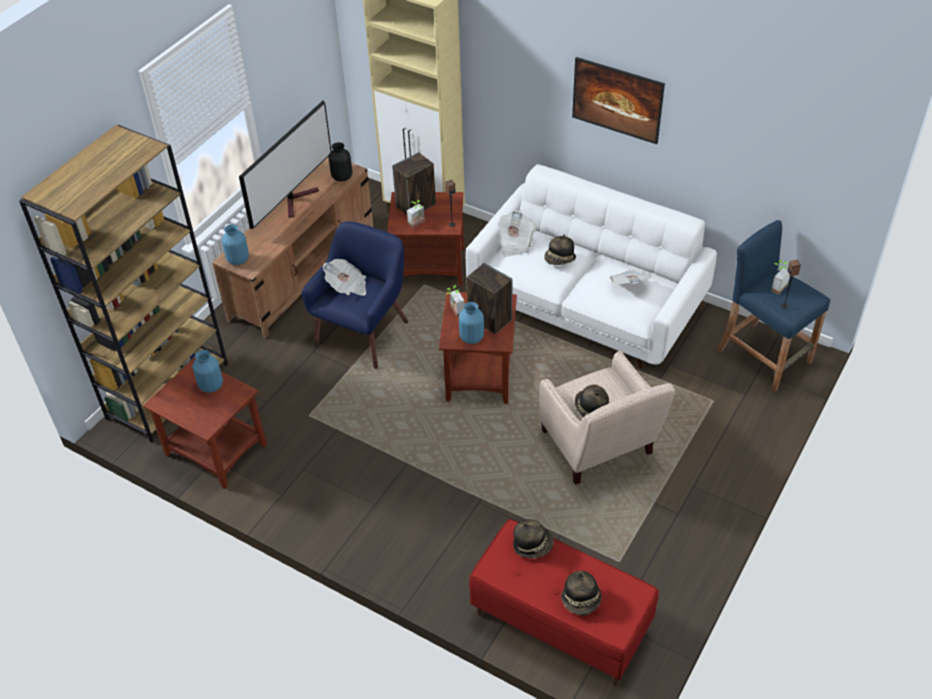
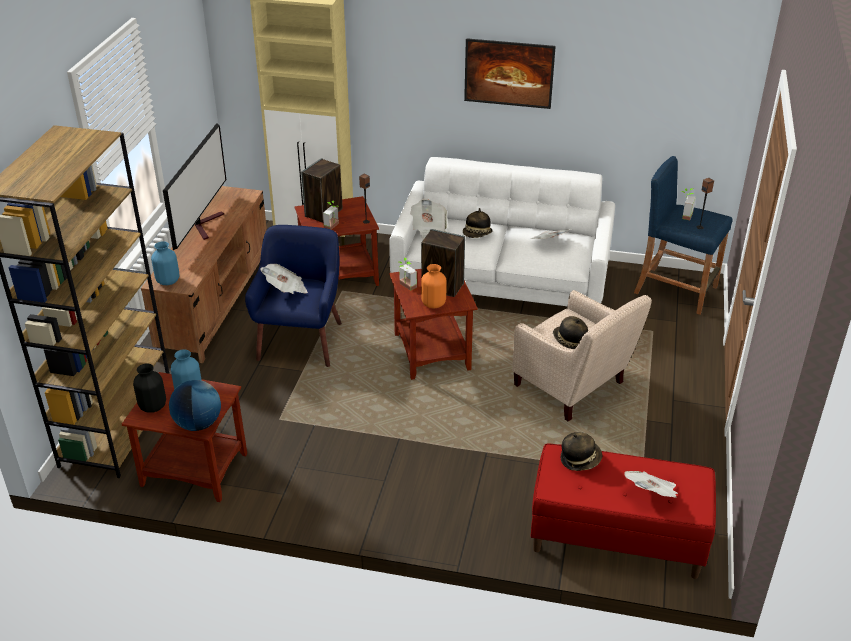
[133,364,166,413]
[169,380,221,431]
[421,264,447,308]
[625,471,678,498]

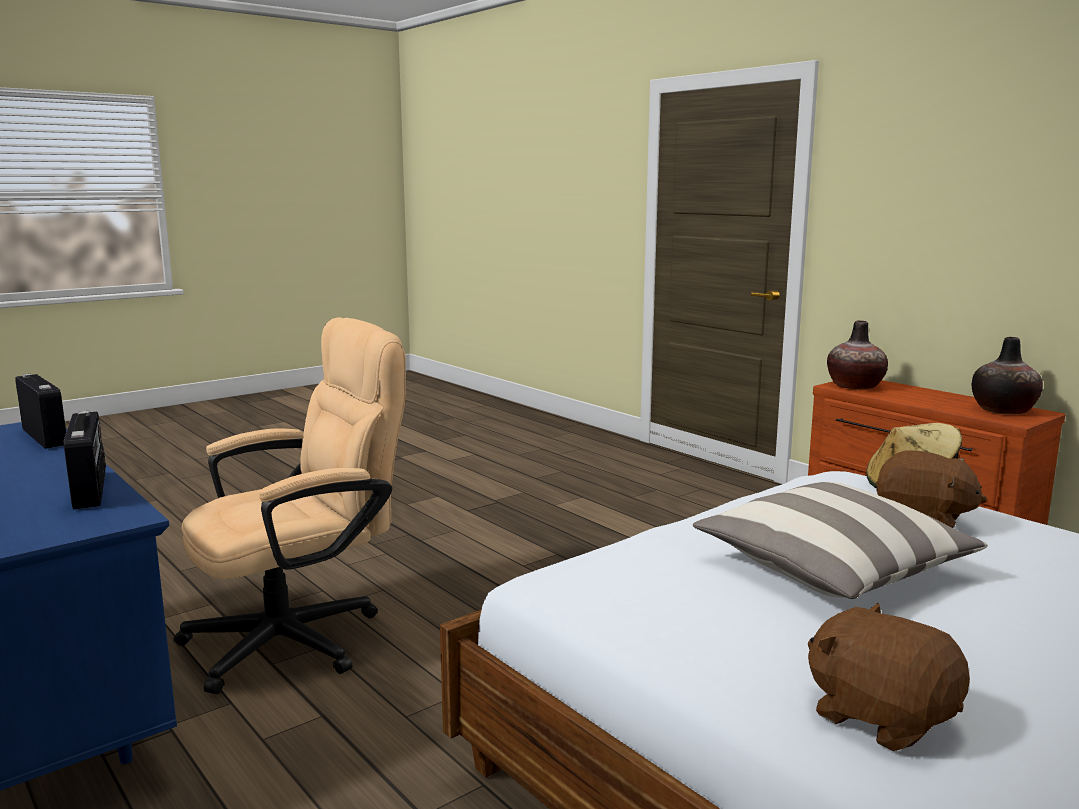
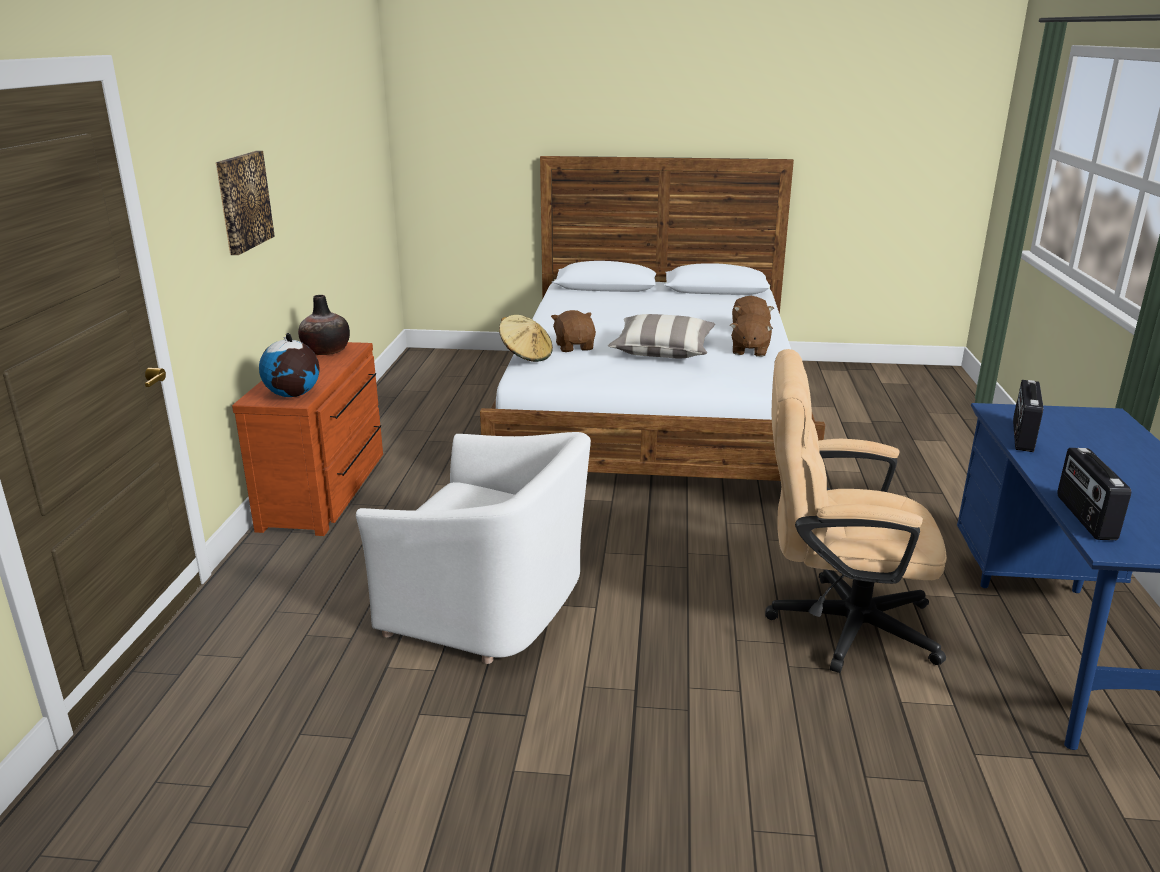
[216,151,275,255]
[259,333,320,397]
[356,432,591,664]
[730,313,773,357]

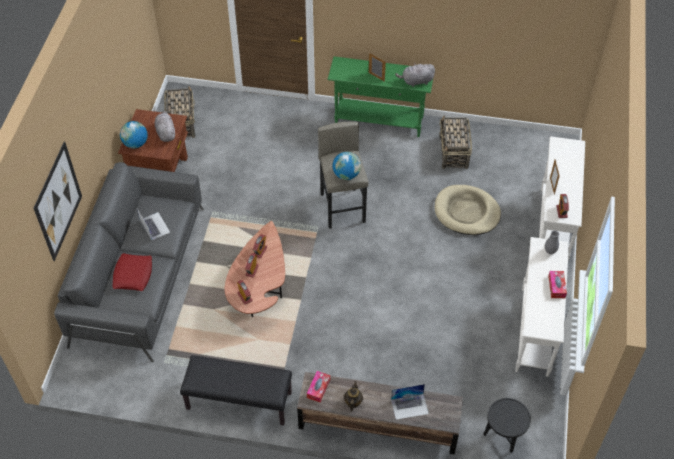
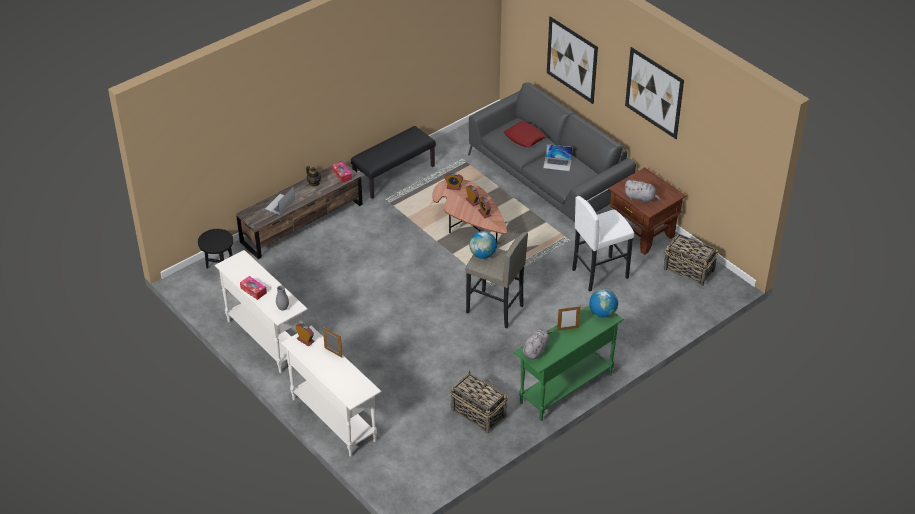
[572,196,634,292]
[589,289,618,318]
[625,47,684,139]
[434,185,501,235] (first image)

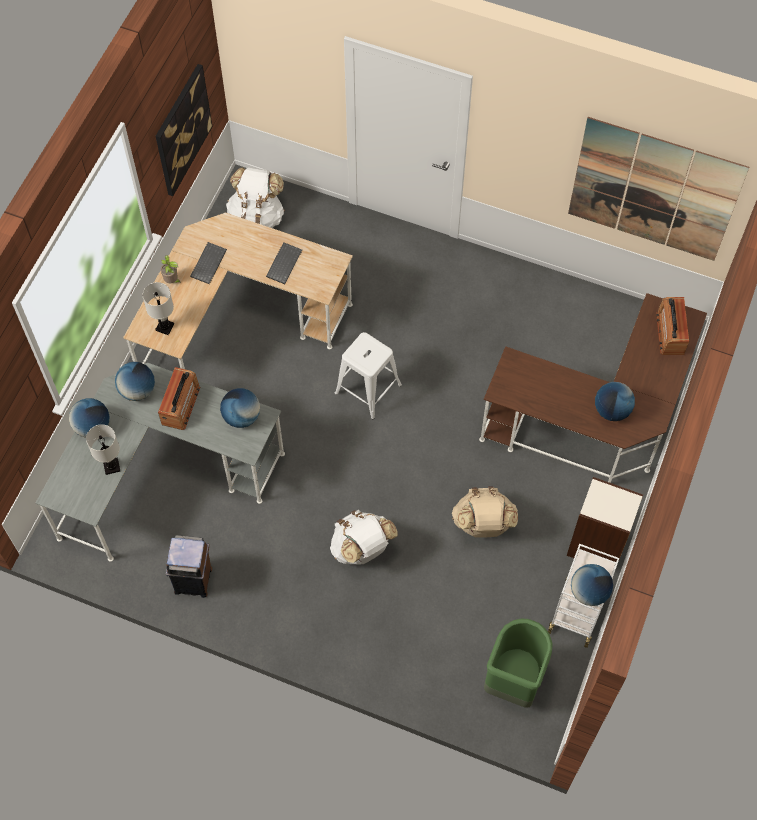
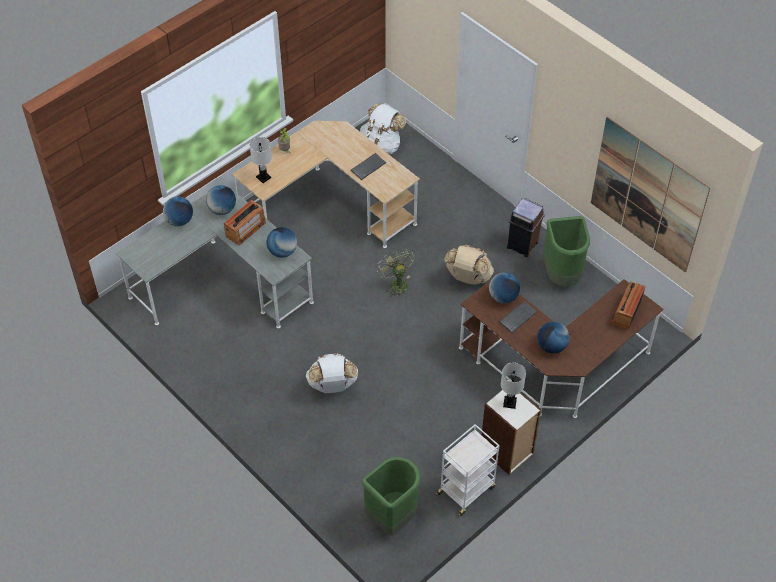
[377,249,415,297]
[444,244,494,285]
[489,272,520,304]
[499,301,537,333]
[501,363,526,409]
[507,198,545,257]
[543,216,590,287]
[156,64,212,196] (first image)

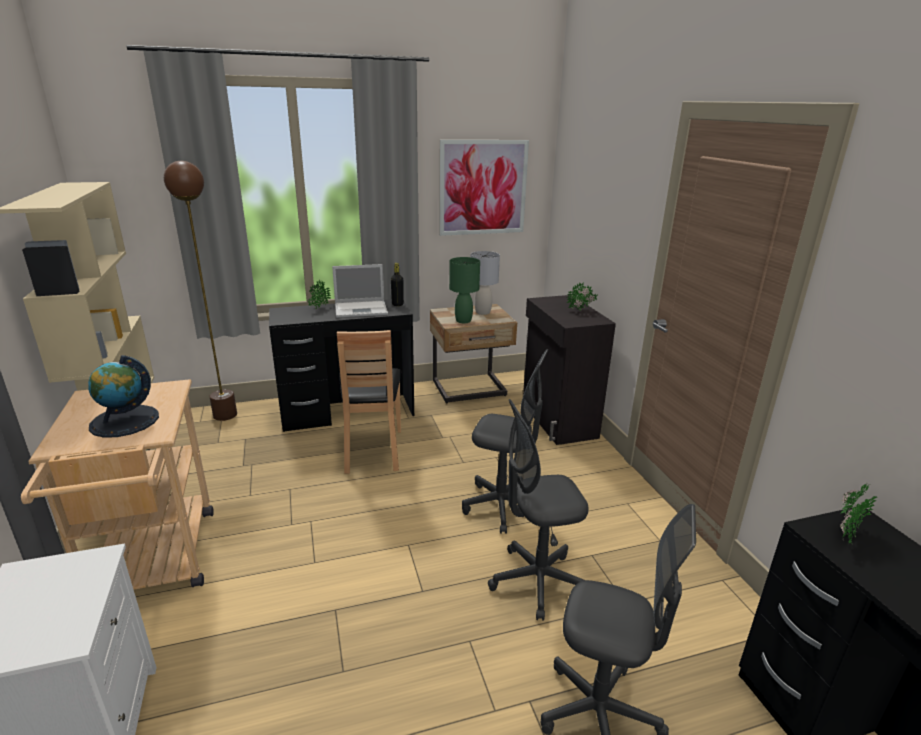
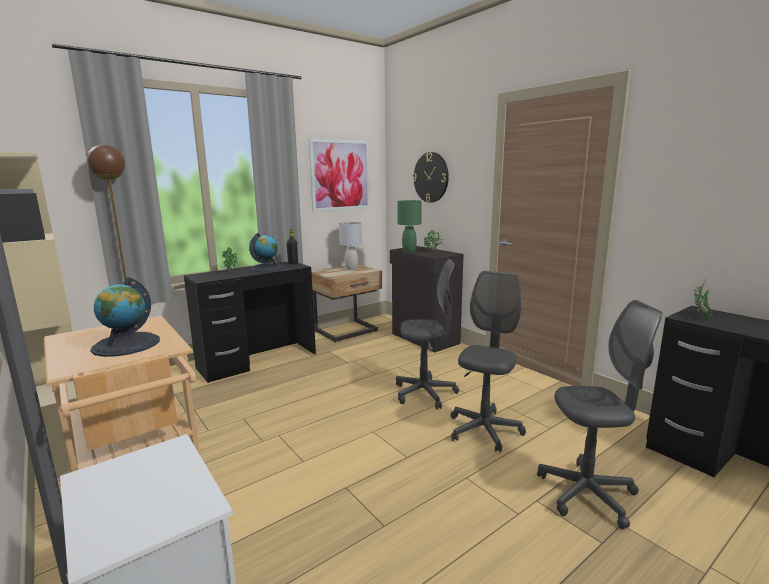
[249,233,284,272]
[397,200,422,252]
[413,152,449,203]
[451,271,526,453]
[337,330,401,474] (first image)

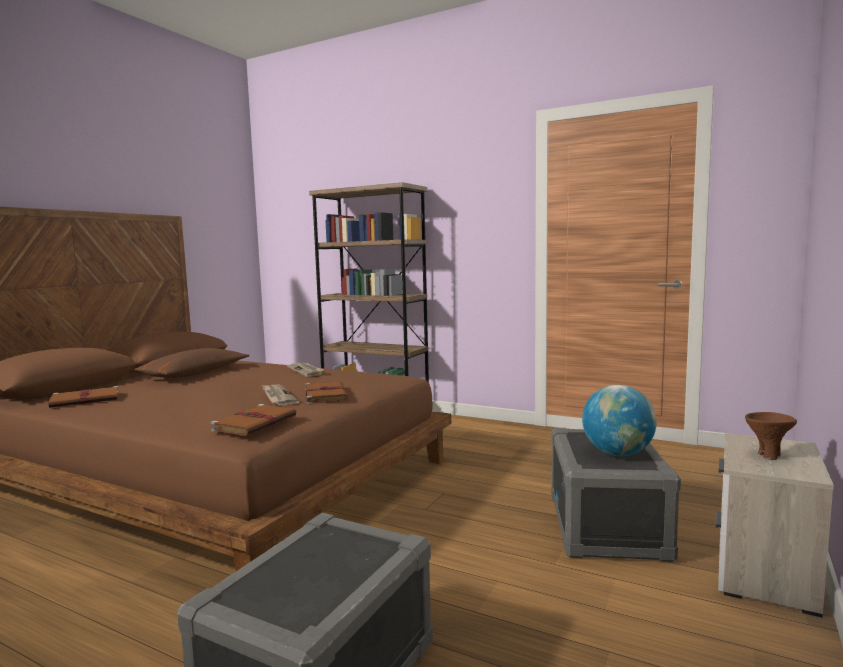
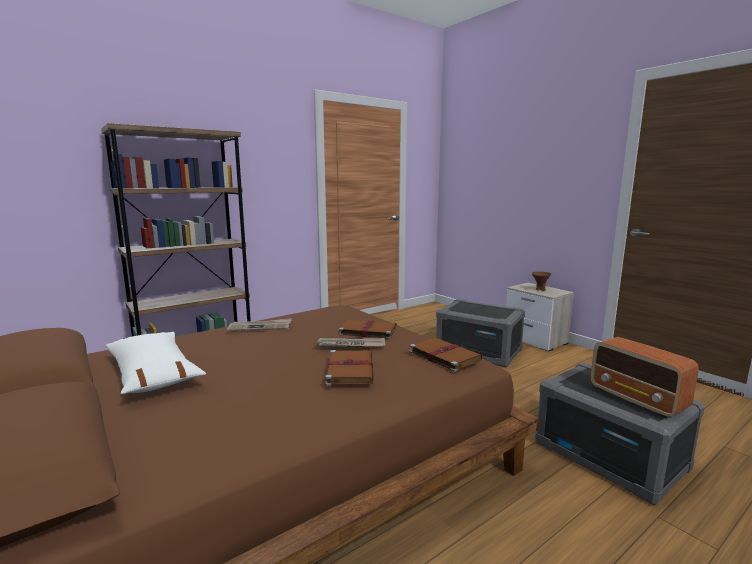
[105,332,206,394]
[325,350,373,386]
[591,337,699,418]
[582,385,657,456] (first image)

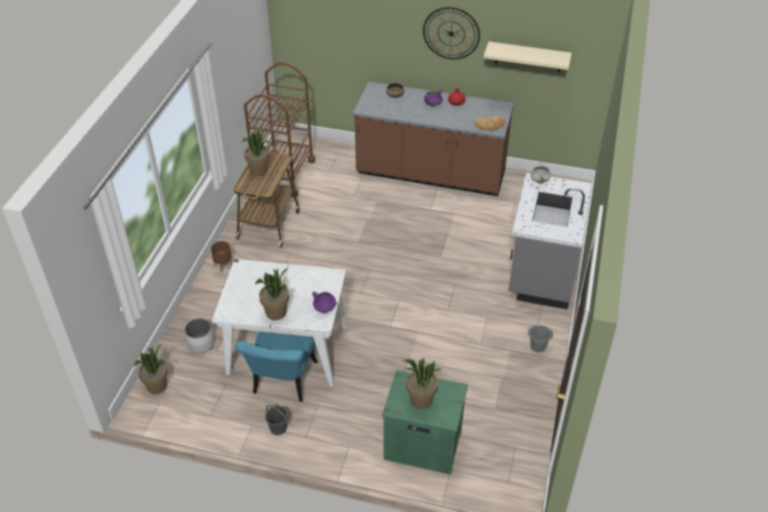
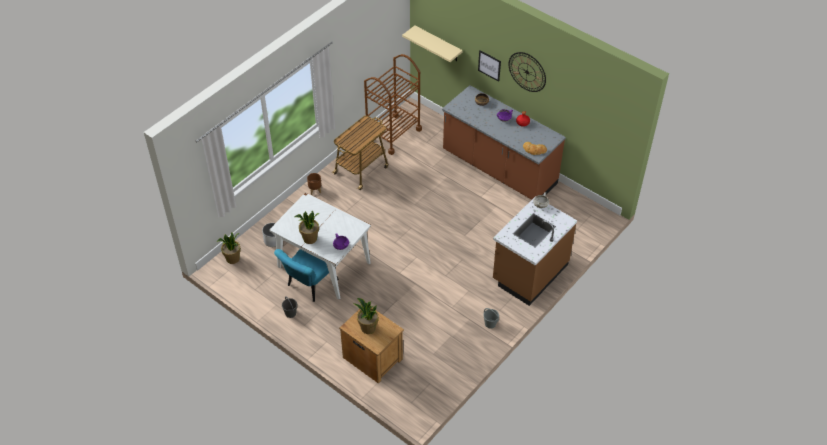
[339,308,404,383]
[402,25,463,62]
[478,50,501,82]
[493,196,577,306]
[242,128,269,176] (first image)

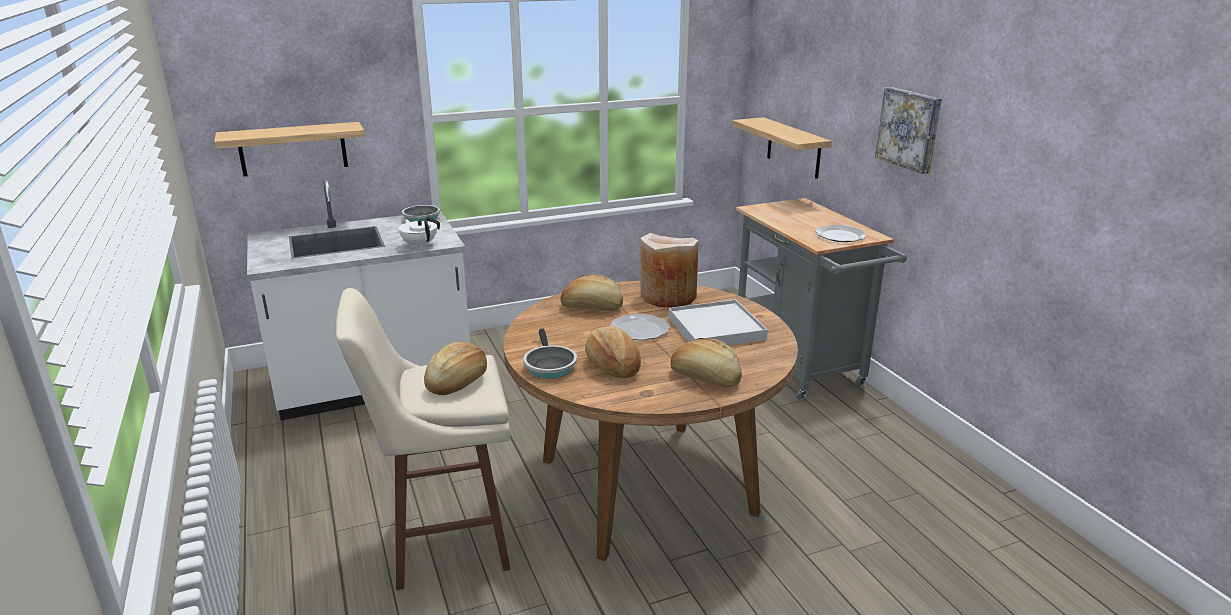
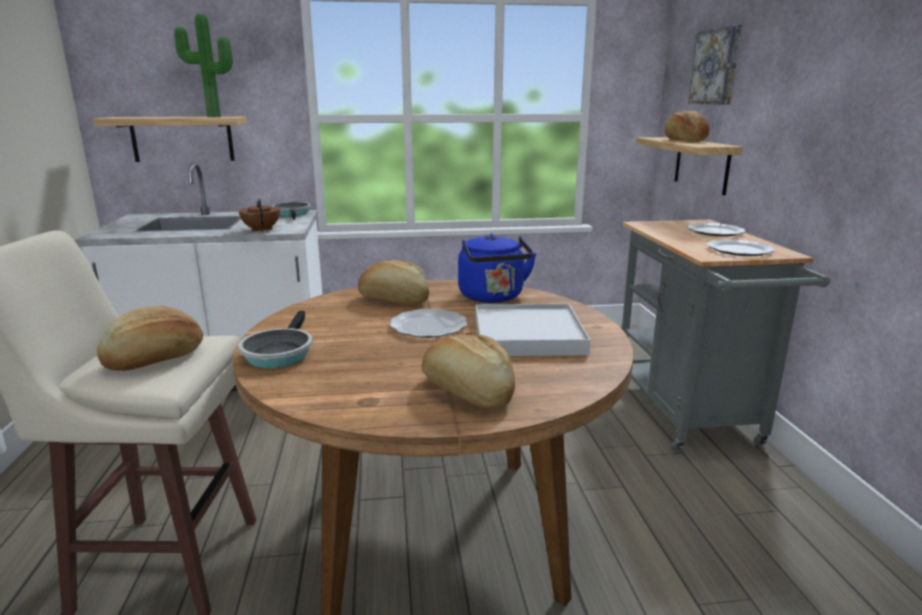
[174,14,233,117]
[239,199,280,232]
[458,233,536,303]
[664,111,709,142]
[688,25,742,104]
[688,223,746,237]

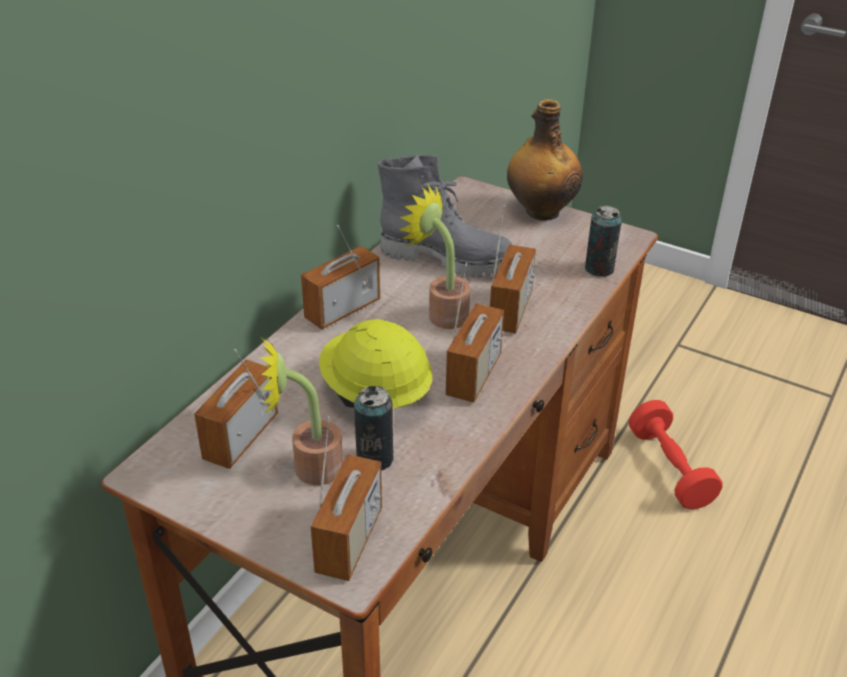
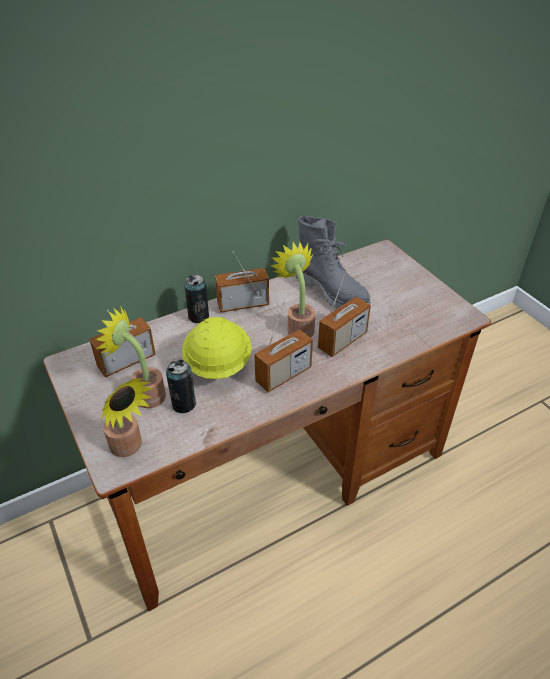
[101,378,154,457]
[184,274,209,323]
[507,99,583,220] (first image)
[629,400,723,509] (first image)

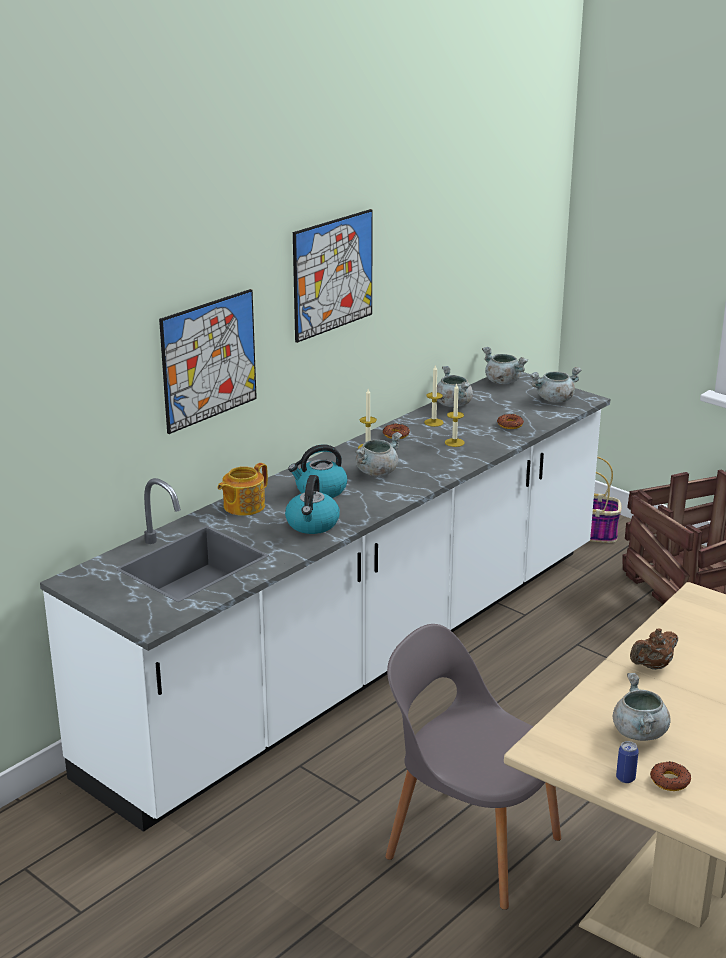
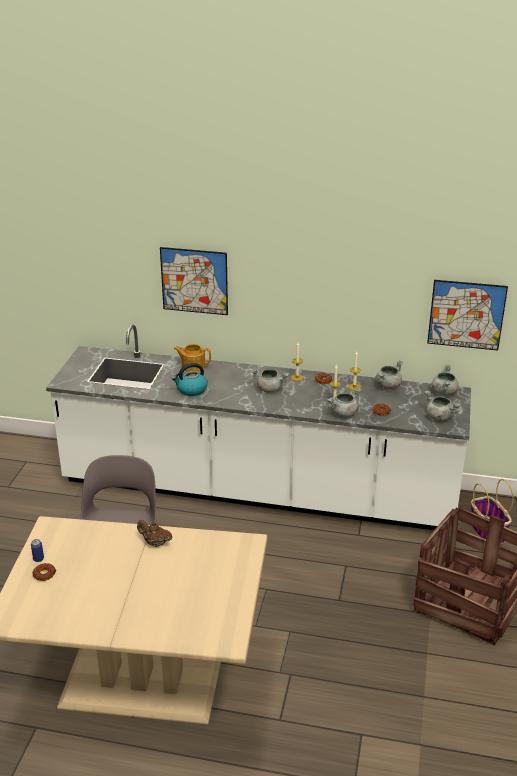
[327,388,361,417]
[427,280,508,350]
[288,444,348,498] (first image)

